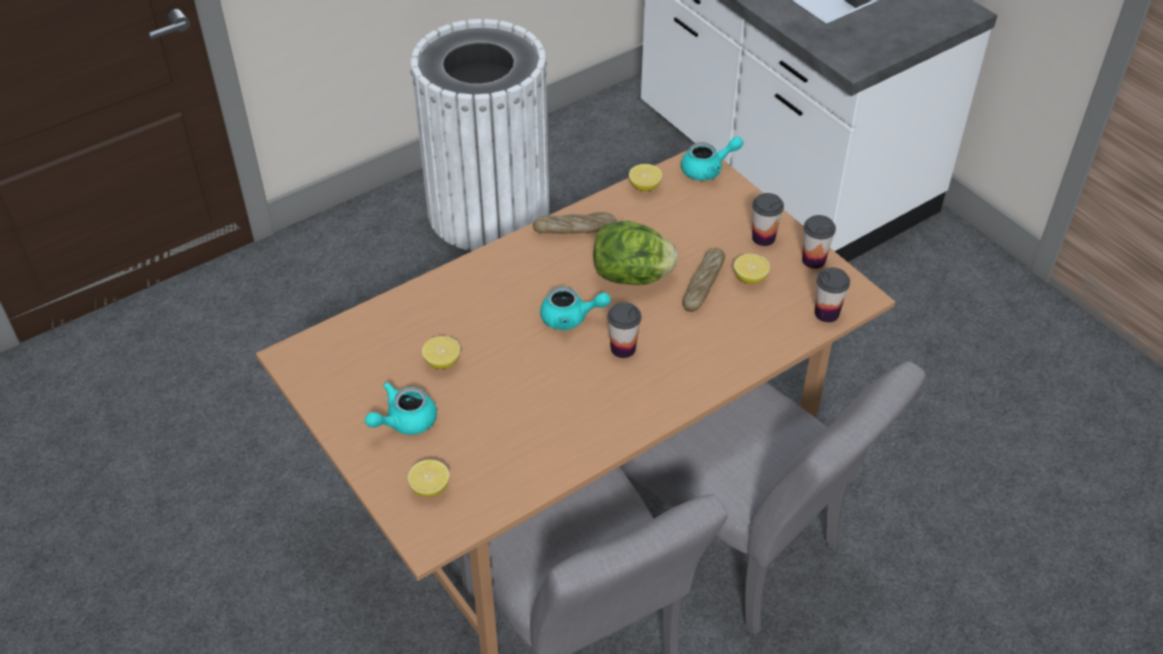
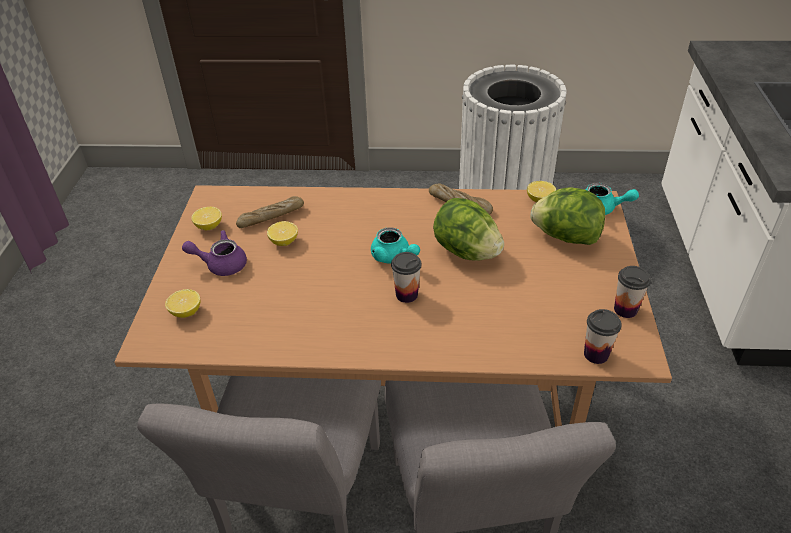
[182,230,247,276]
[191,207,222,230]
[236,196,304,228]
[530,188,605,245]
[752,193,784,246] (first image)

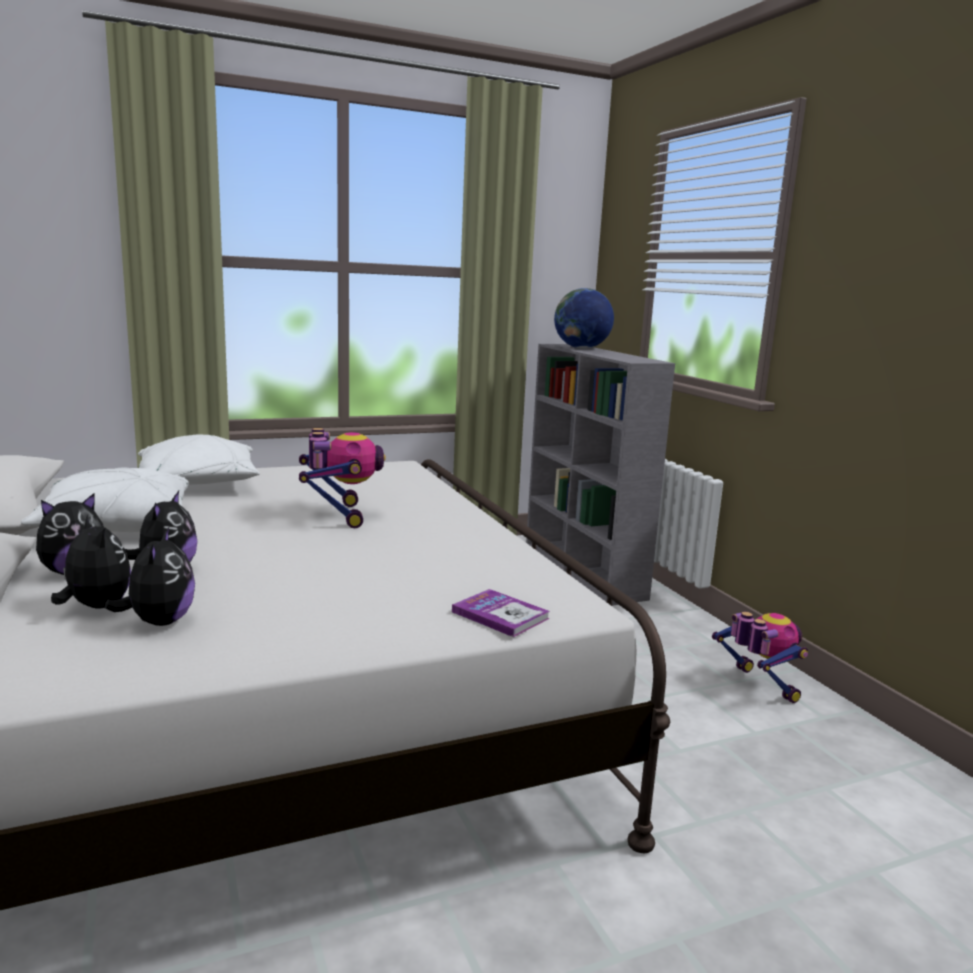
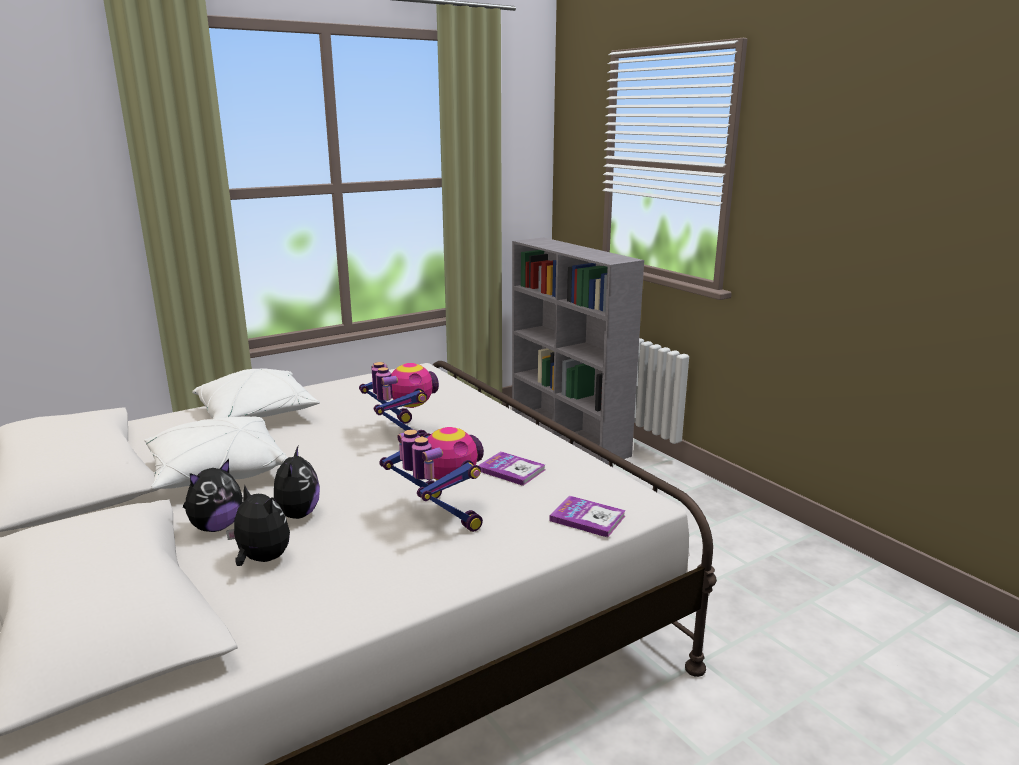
[379,427,484,532]
[478,452,545,486]
[105,527,195,626] (first image)
[554,288,614,349] (first image)

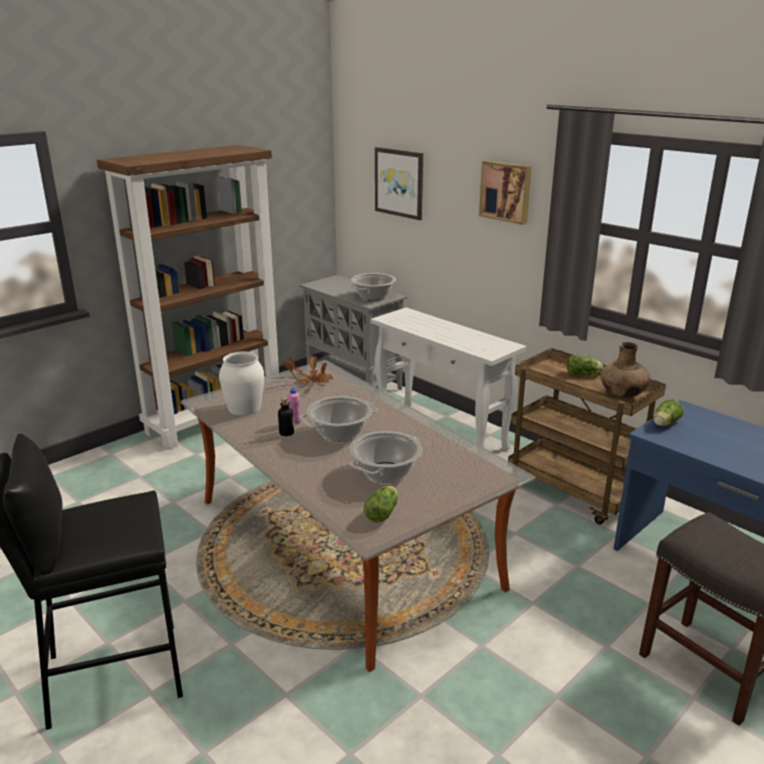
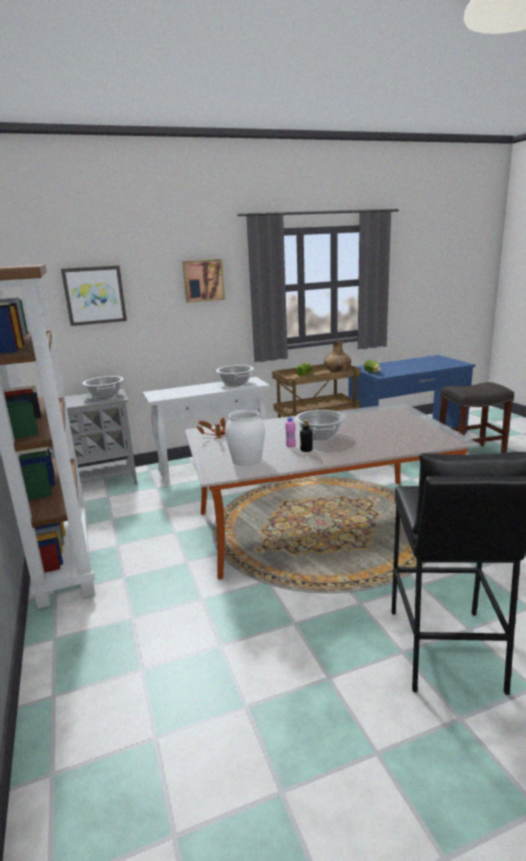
[216,365,254,386]
[364,486,398,523] (first image)

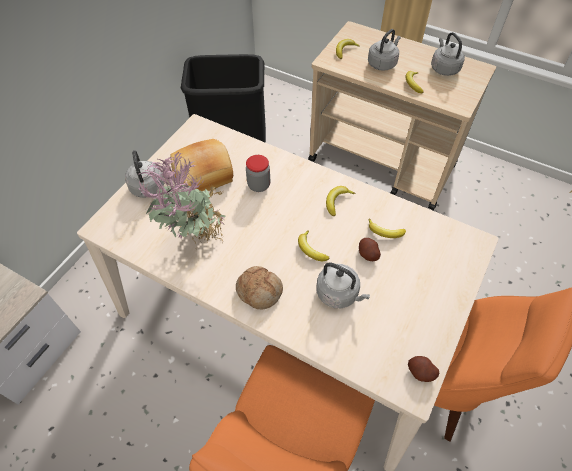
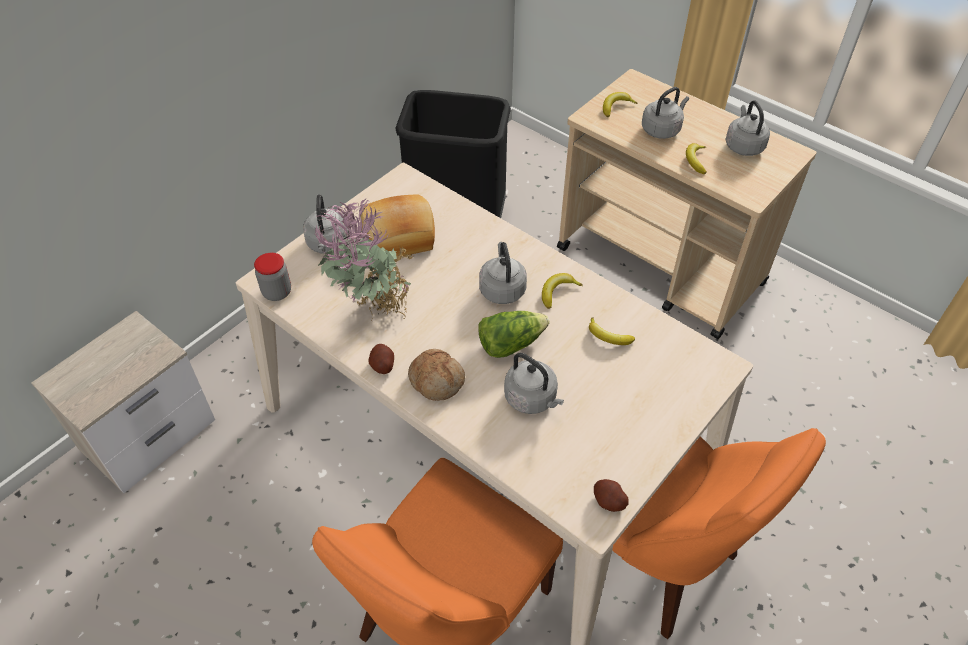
[254,253,291,301]
[368,344,394,374]
[478,311,550,358]
[479,242,527,304]

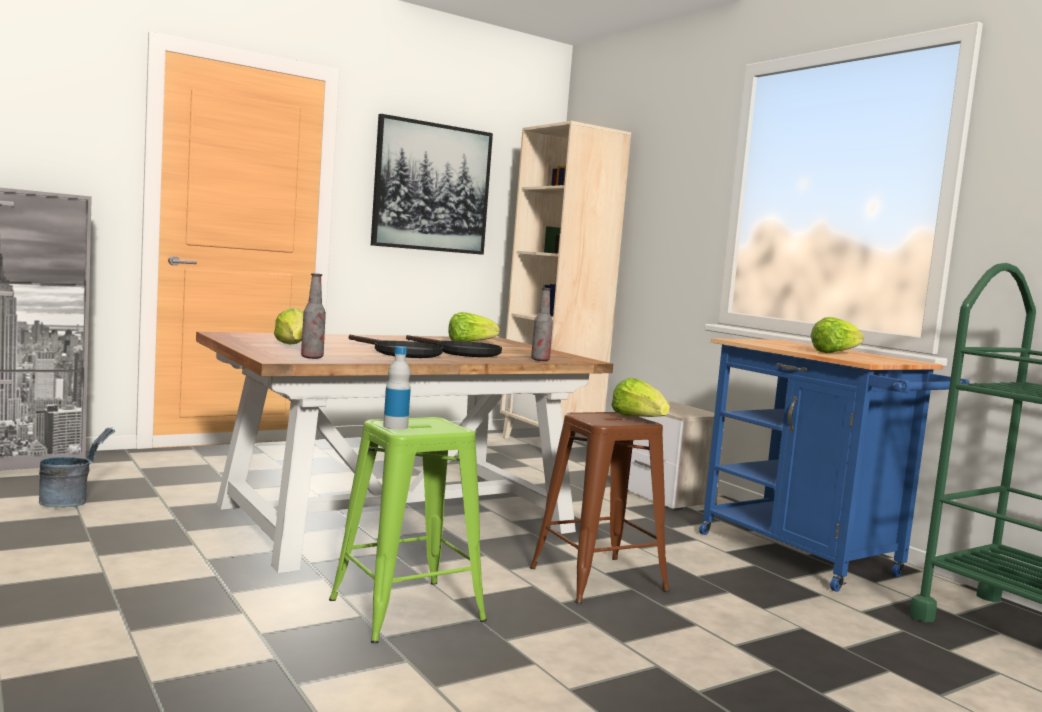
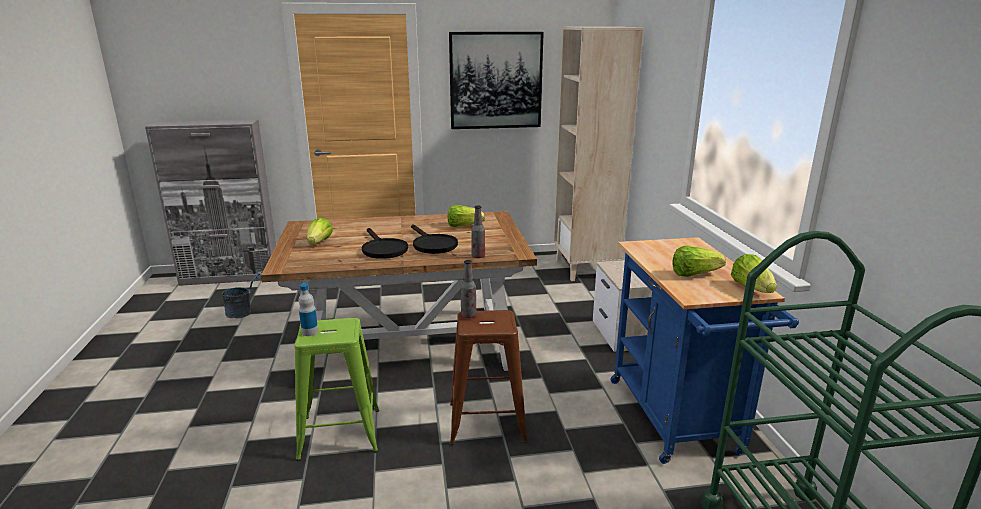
[461,260,476,318]
[731,254,777,293]

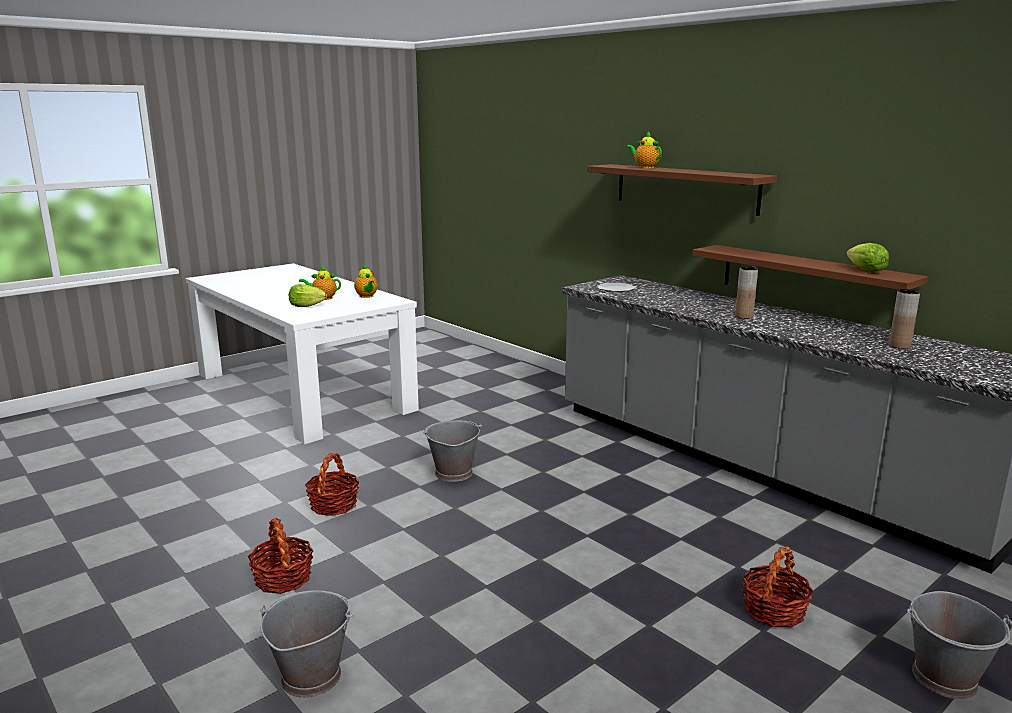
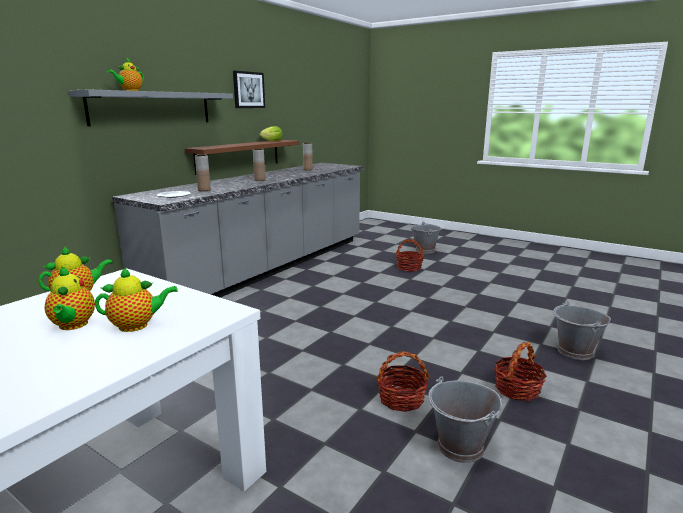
[69,89,233,126]
[95,268,178,332]
[195,155,211,191]
[233,71,265,108]
[428,377,502,463]

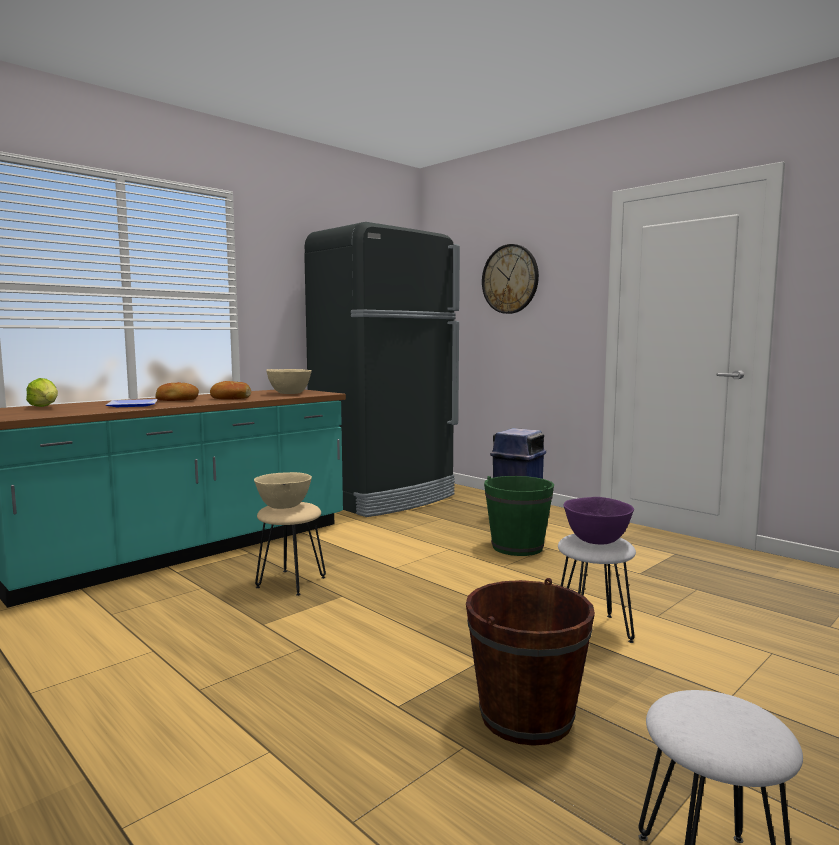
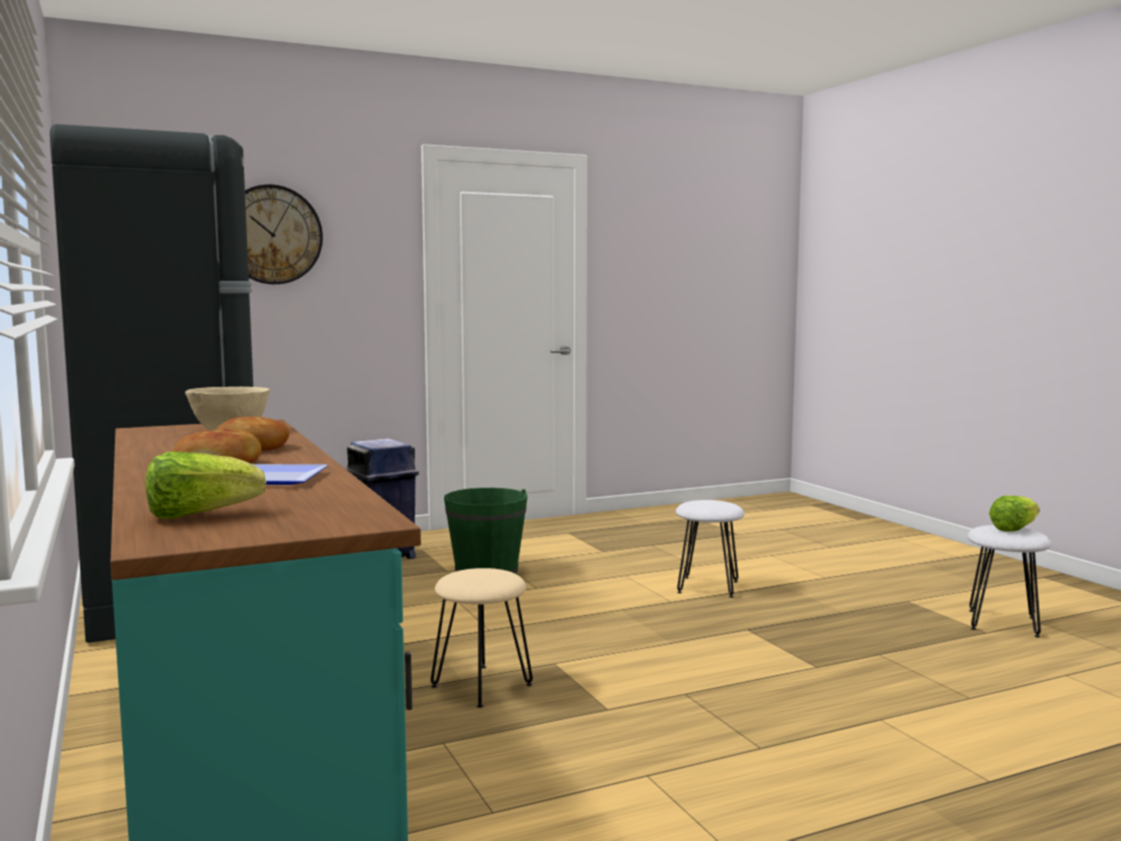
[989,496,1040,531]
[254,472,312,509] (first image)
[466,578,595,746] (first image)
[563,497,634,544] (first image)

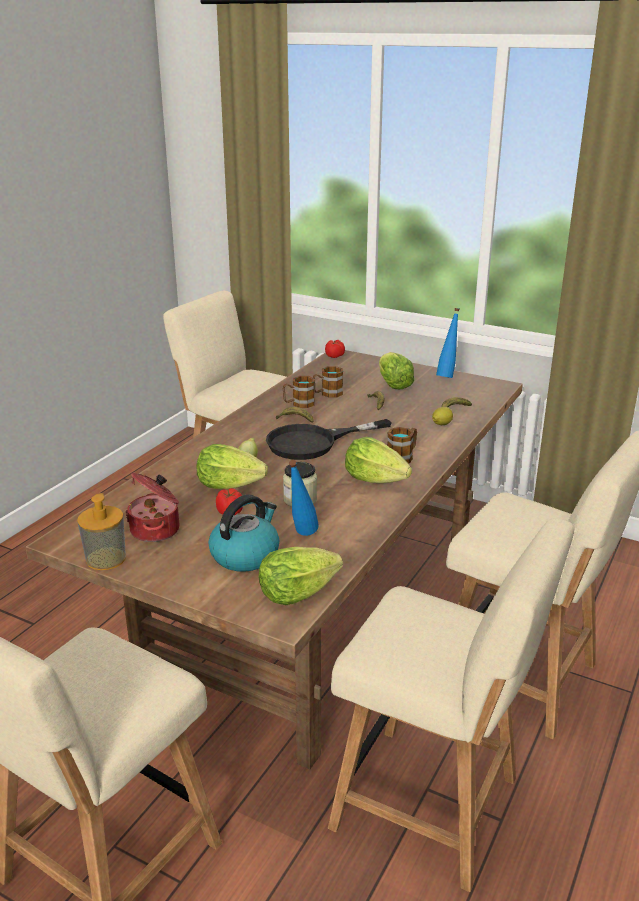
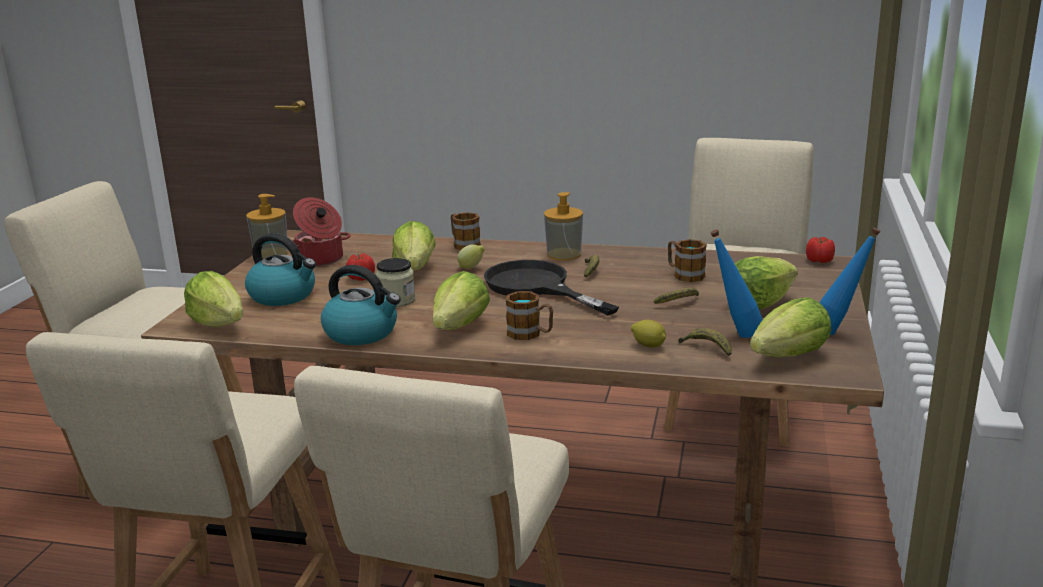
[321,265,401,345]
[451,212,481,250]
[544,192,583,260]
[710,230,763,338]
[750,297,831,357]

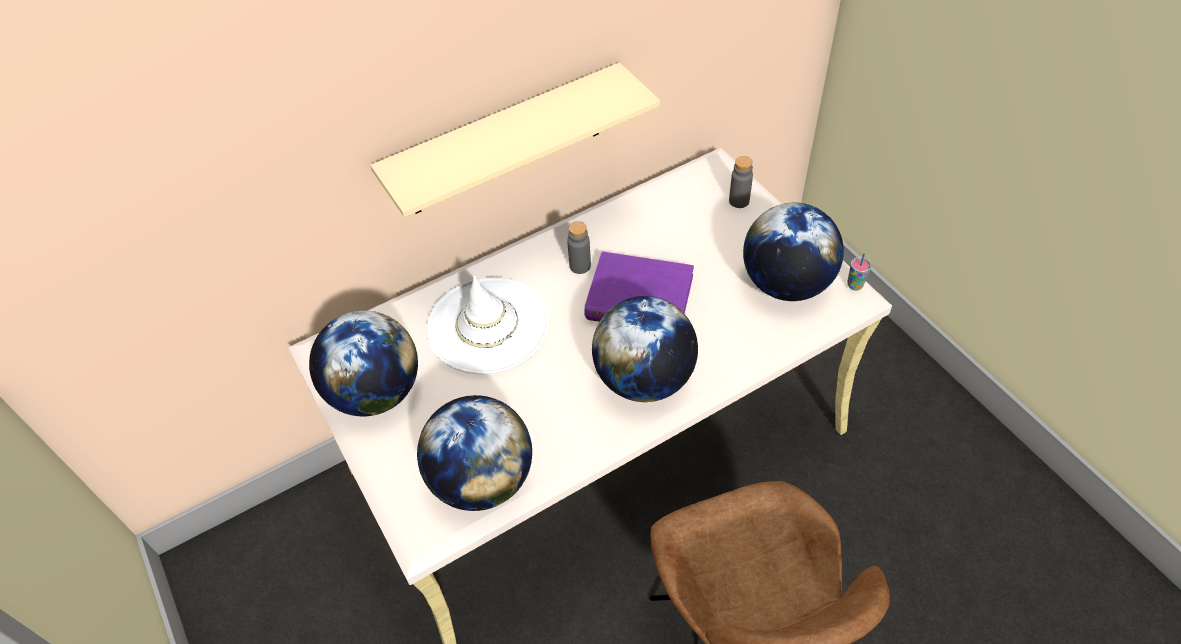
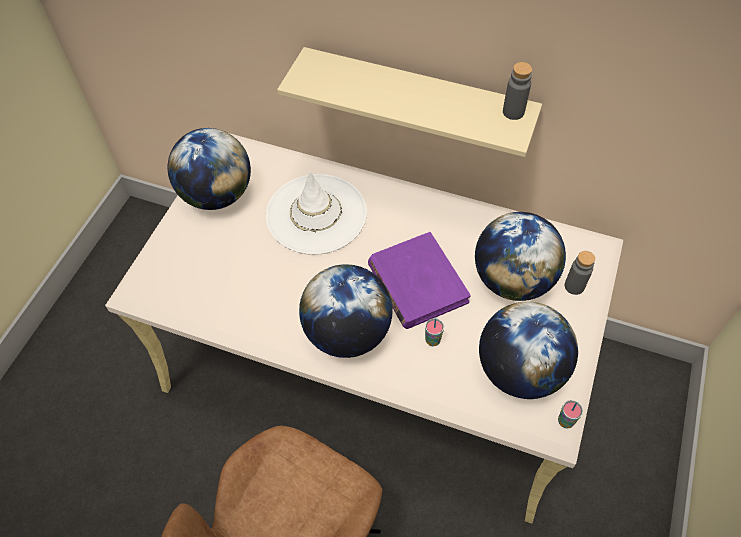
[425,318,444,346]
[475,212,566,301]
[503,62,532,120]

